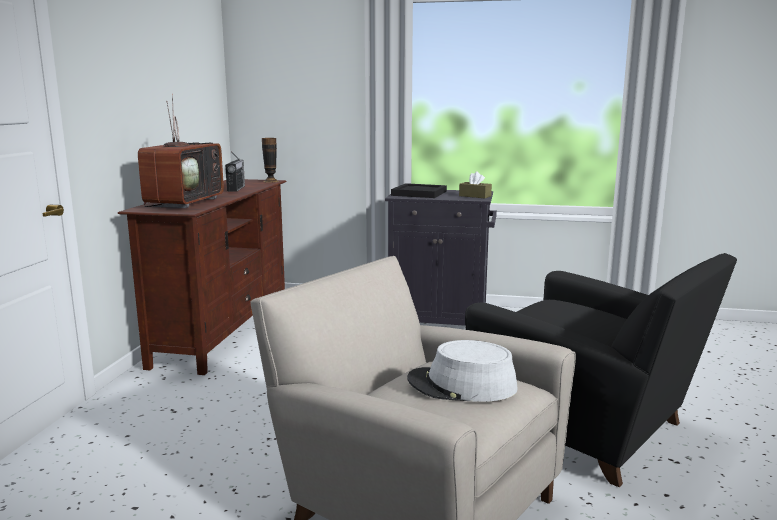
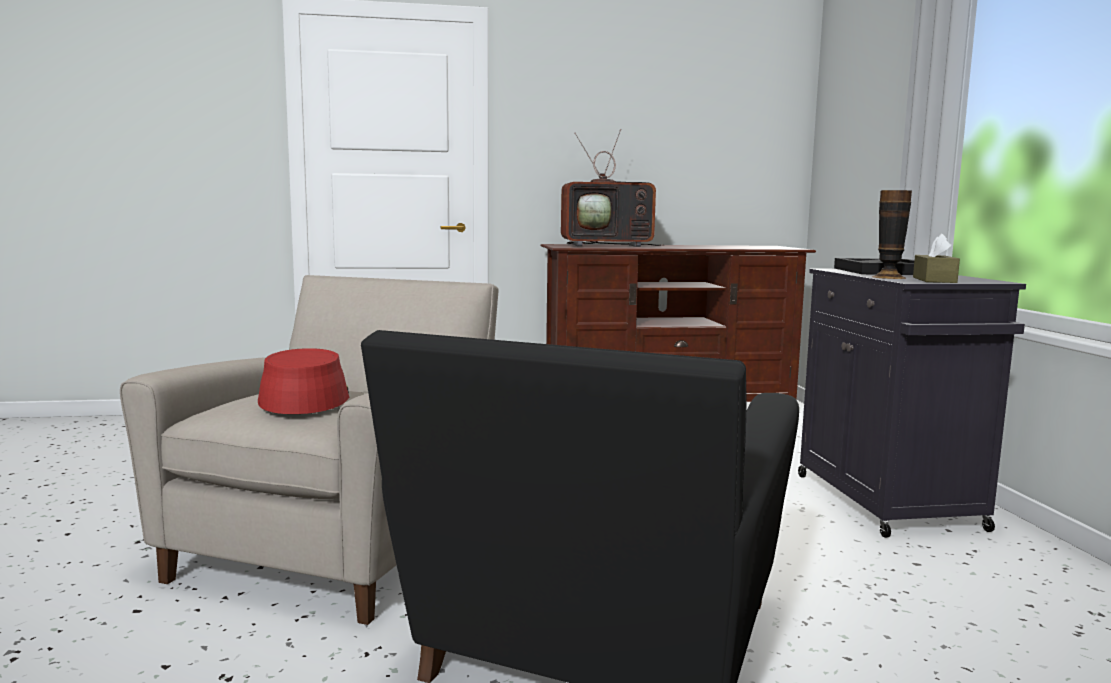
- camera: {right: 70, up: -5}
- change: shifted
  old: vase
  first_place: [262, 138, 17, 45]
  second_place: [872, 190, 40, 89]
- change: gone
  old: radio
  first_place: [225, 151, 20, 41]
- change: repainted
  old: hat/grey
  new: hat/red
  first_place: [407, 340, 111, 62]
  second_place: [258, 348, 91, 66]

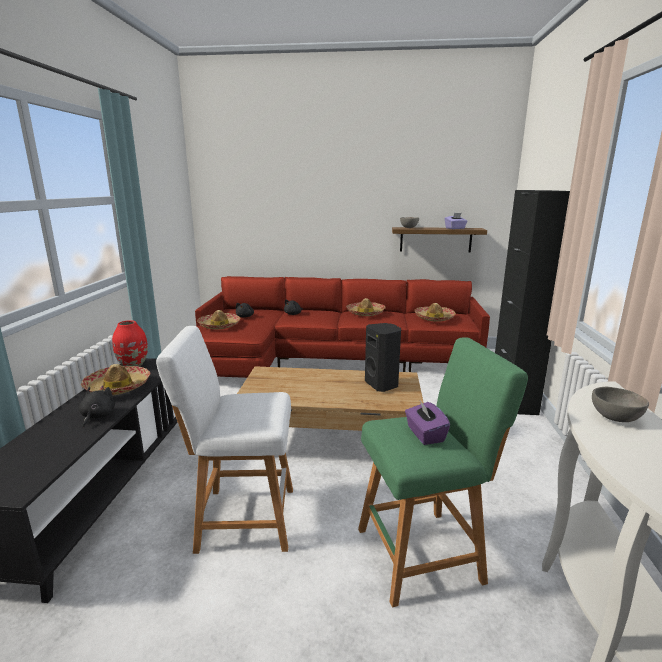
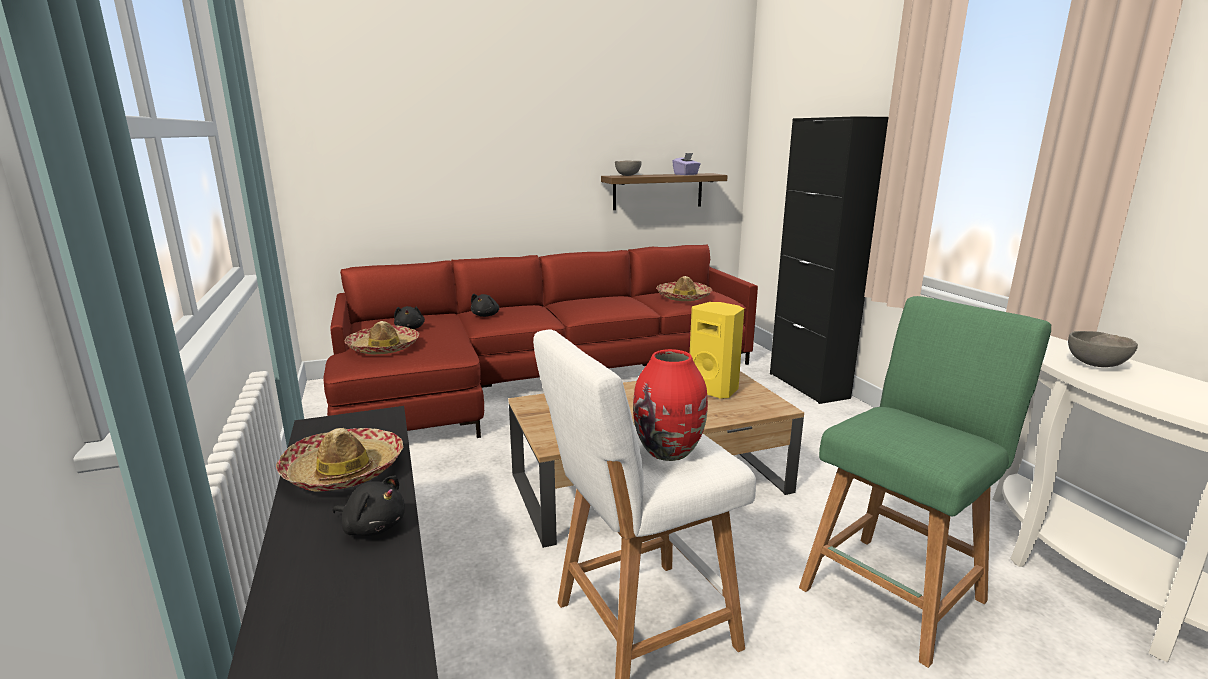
- camera: {right: -25, up: 0}
- change: gone
  old: hat
  first_place: [346, 298, 40, 18]
- change: shifted
  old: vase/red
  first_place: [112, 320, 36, 47]
  second_place: [633, 349, 75, 112]
- change: repainted
  old: speaker/black
  new: speaker/yellow
  first_place: [365, 323, 36, 69]
  second_place: [690, 302, 54, 97]
- change: rotated
  old: plush toy/black
  first_place: [78, 385, 37, 43]
  second_place: [332, 475, 73, 61]
  degrees: 135
- change: gone
  old: tissue box/purple
  first_place: [405, 401, 45, 44]

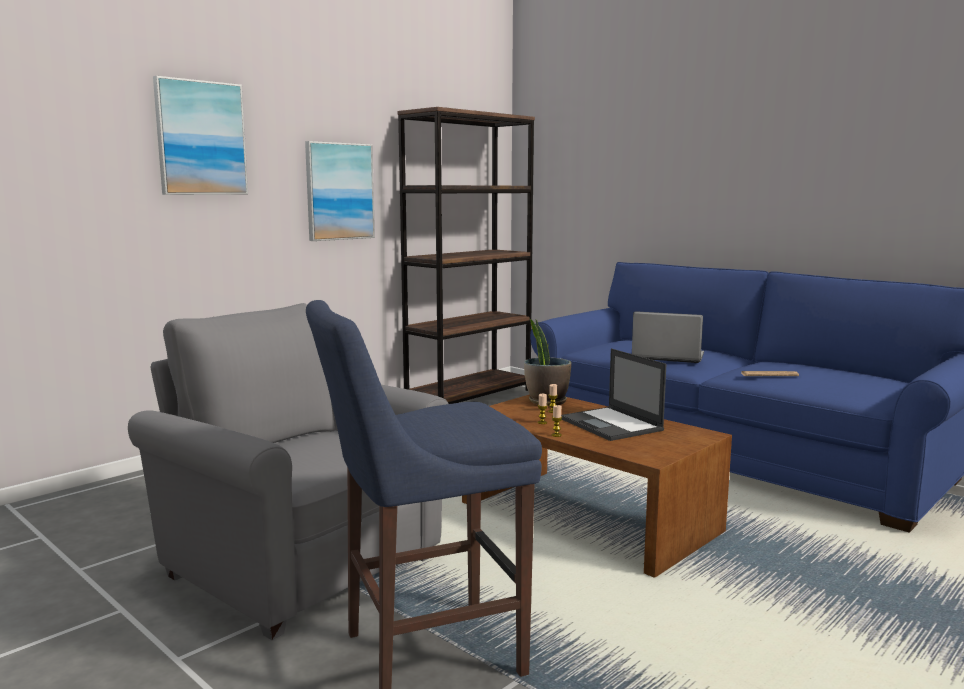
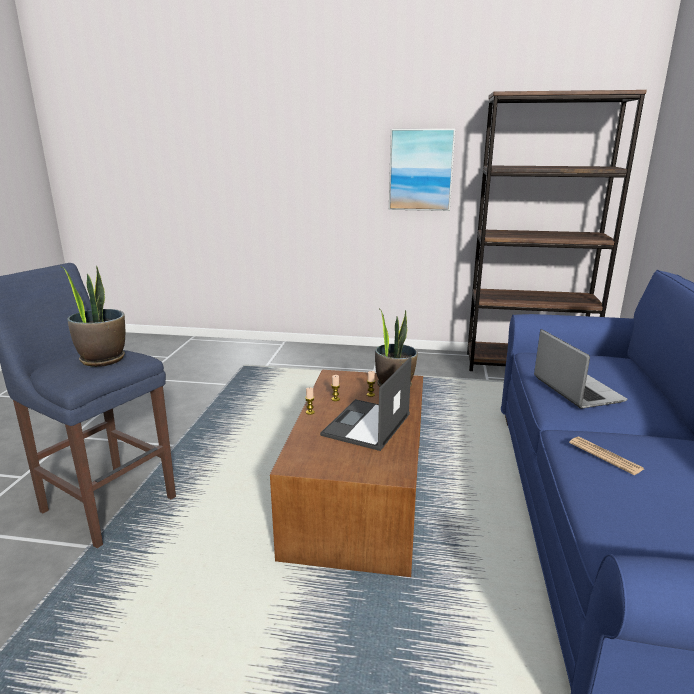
- camera: {right: 55, up: 10}
- change: gone
  old: picture
  first_place: [153, 76, 95, 119]
- change: gone
  old: armchair/grey
  first_place: [128, 303, 320, 337]
- change: new
  new: potted plant
  second_place: [61, 266, 64, 101]

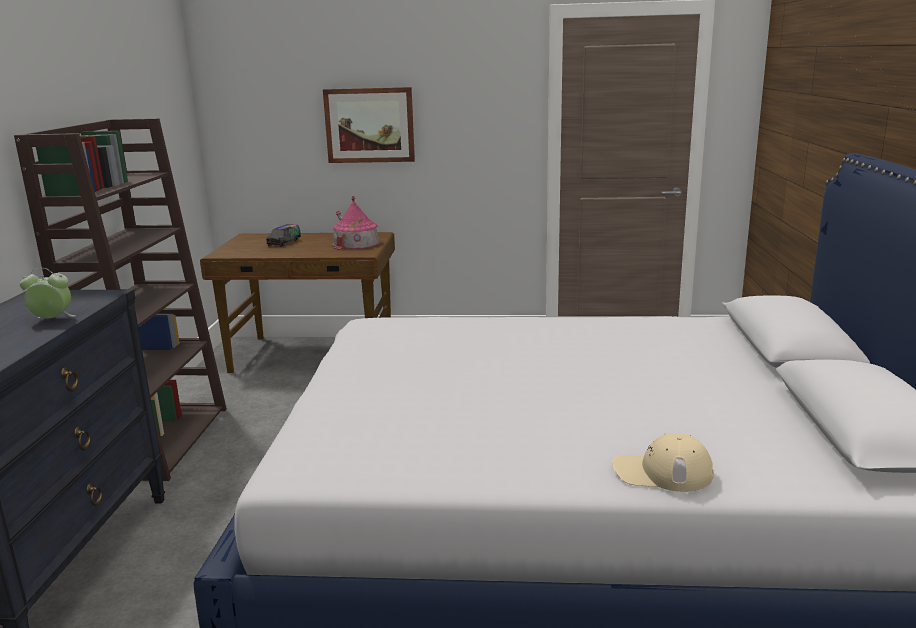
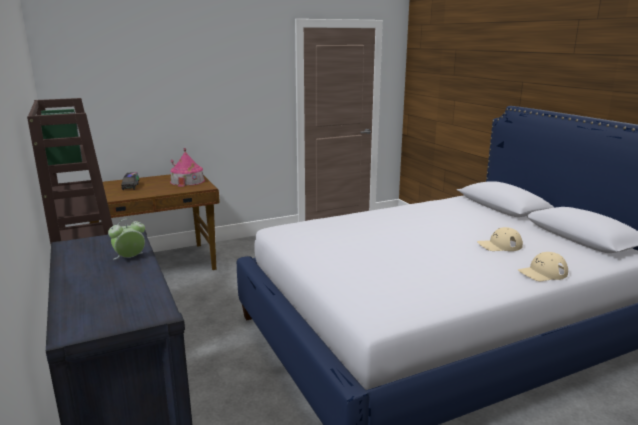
- camera: {right: -30, up: 0}
- change: gone
  old: picture
  first_place: [323, 87, 92, 76]
- change: new
  new: cap/beige
  second_place: [477, 227, 46, 24]

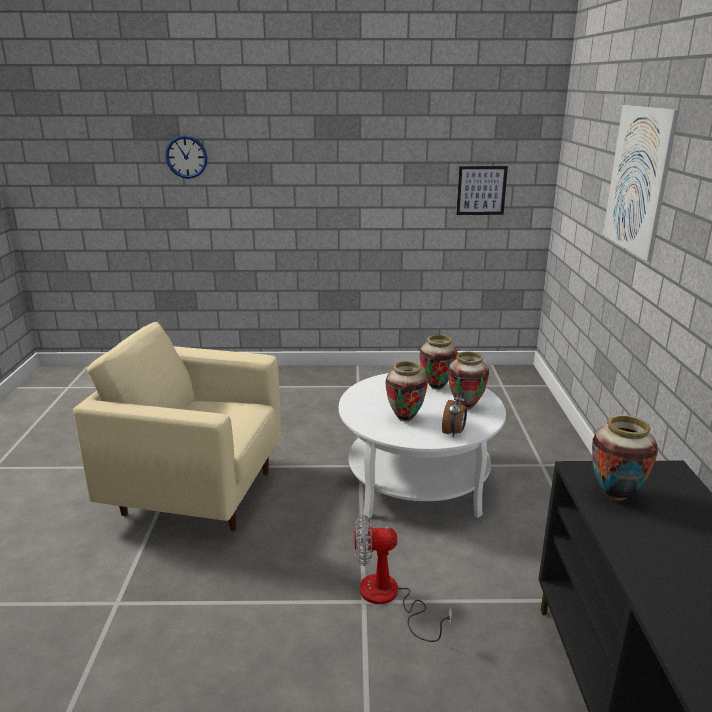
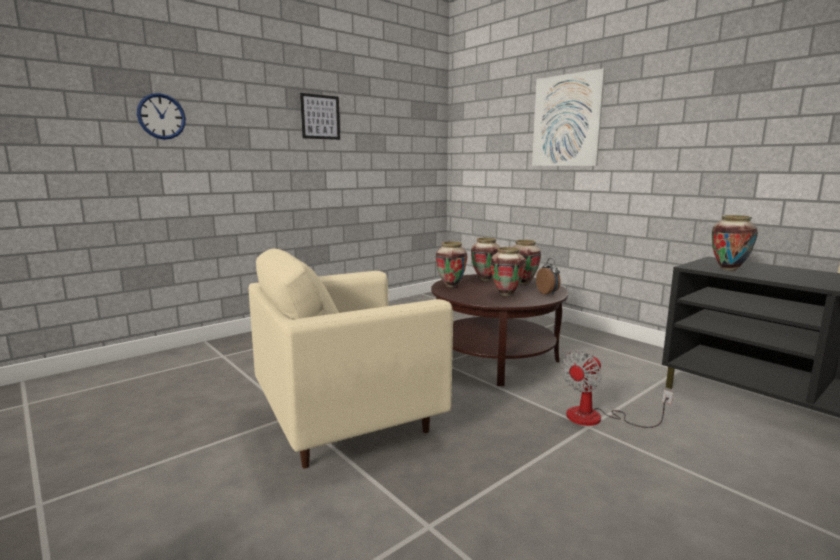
- camera: {right: -40, up: -10}
- change: shifted
  old: picture
  first_place: [456, 166, 52, 49]
  second_place: [300, 93, 40, 47]
- change: repainted
  old: coffee table/white
  new: coffee table/brown
  first_place: [339, 373, 167, 145]
  second_place: [431, 274, 137, 112]
- change: new
  new: vase
  second_place: [436, 242, 32, 45]

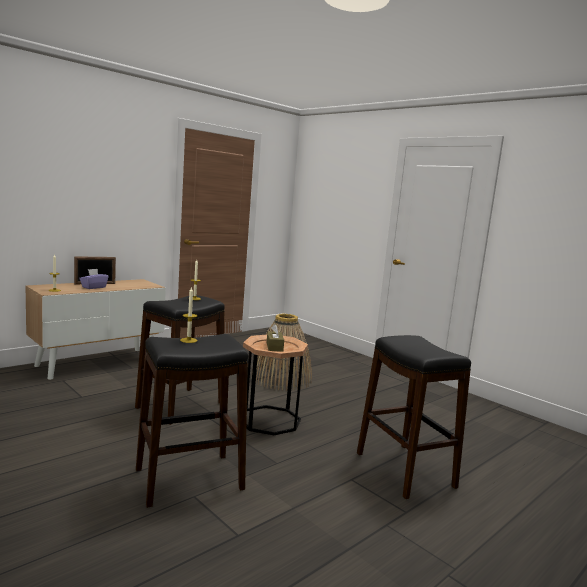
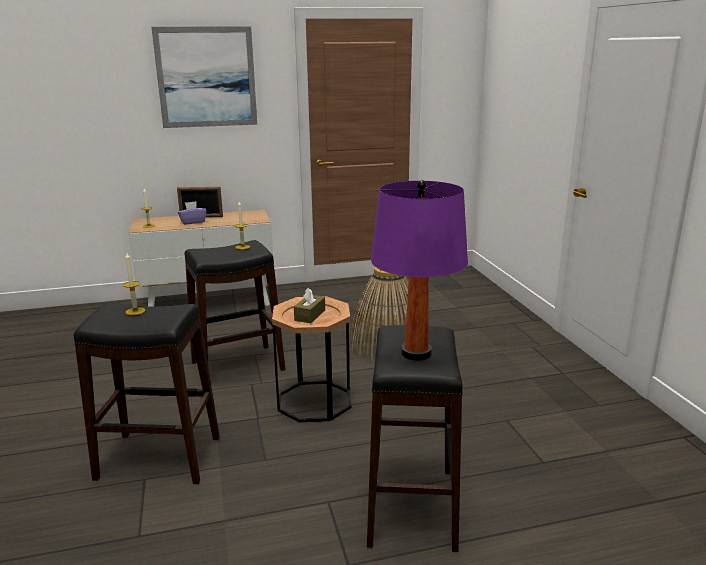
- camera: {right: 30, up: 10}
- change: new
  new: picture
  second_place: [151, 26, 106, 102]
- change: new
  new: table lamp/purple
  second_place: [371, 180, 97, 181]

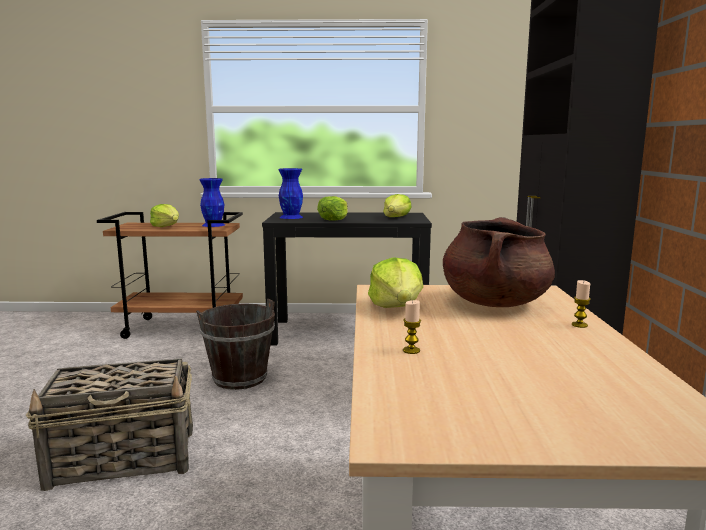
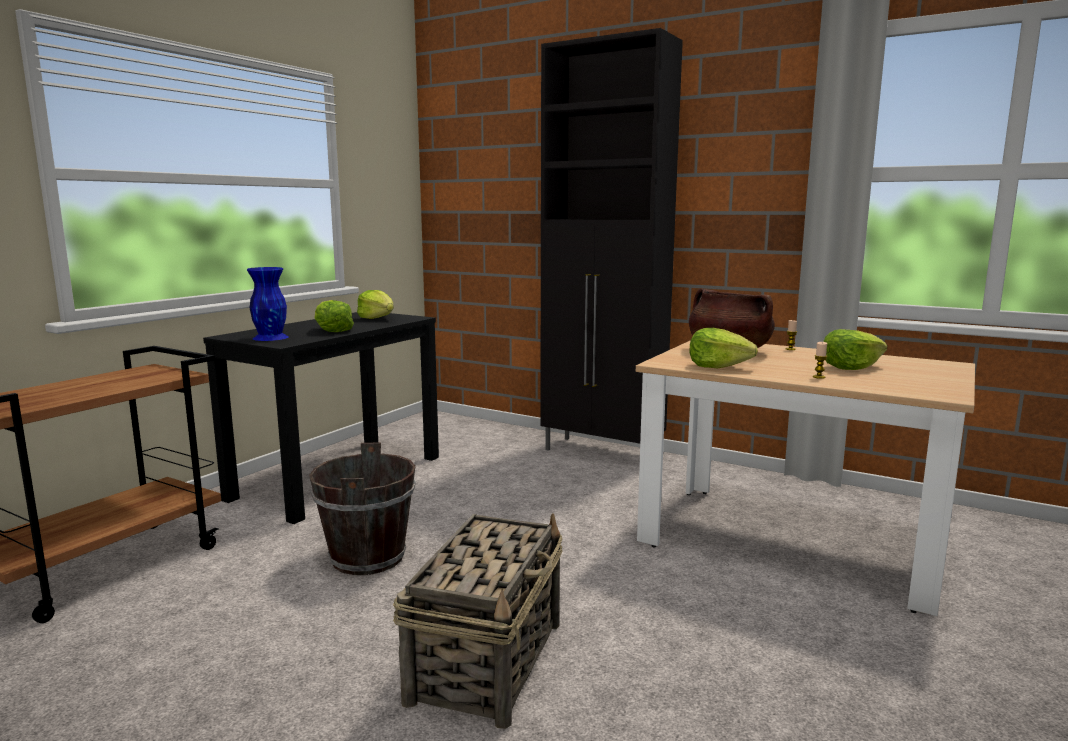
- camera: {right: -60, up: 0}
- change: gone
  old: vase/blue
  first_place: [199, 178, 26, 49]
- change: shifted
  old: lettuce
  first_place: [150, 204, 29, 23]
  second_place: [823, 329, 64, 41]

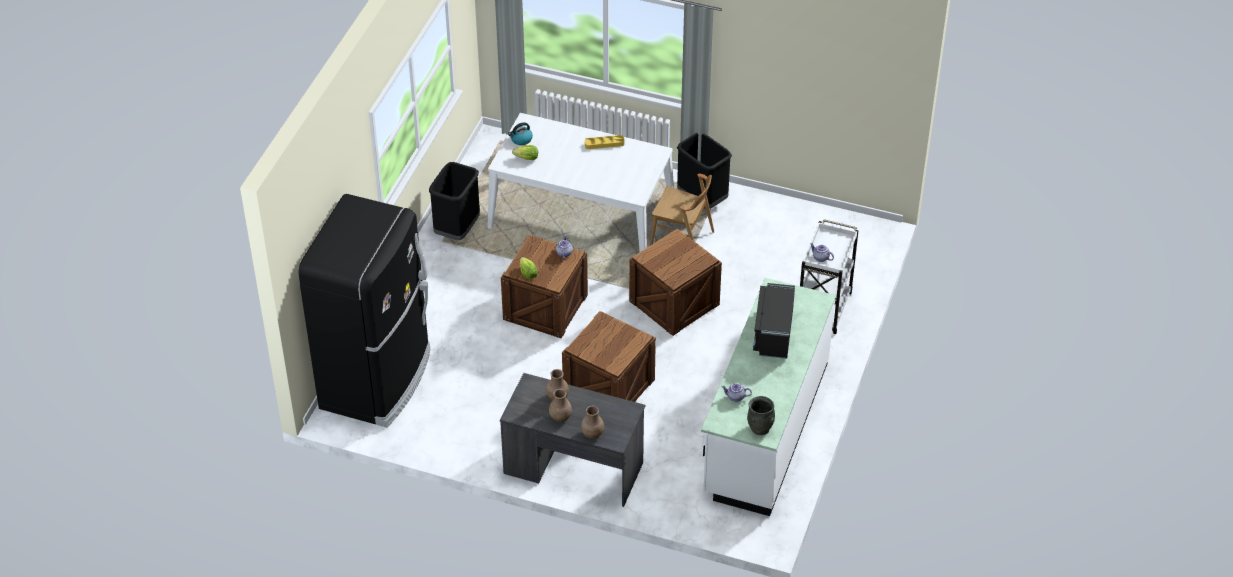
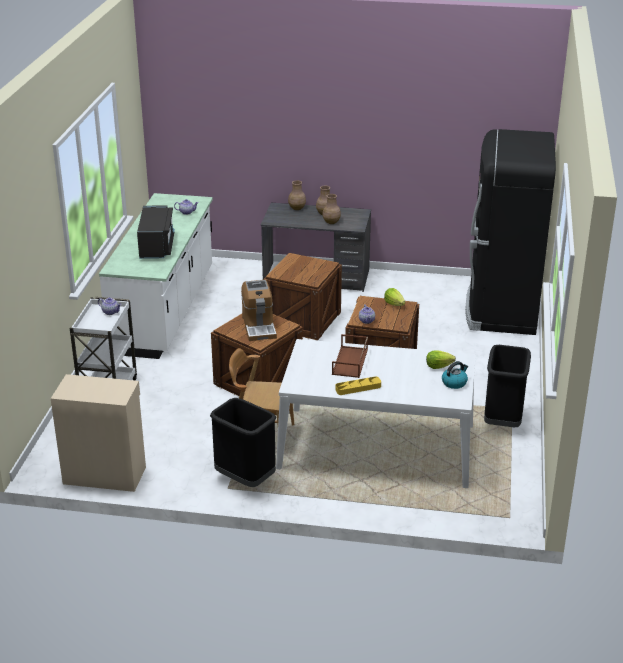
- camera: {right: 170, up: -15}
- change: gone
  old: vase/grey
  first_place: [747, 396, 28, 39]
- change: new
  new: coffee machine
  second_place: [241, 280, 36, 61]
- change: new
  new: tray/brown
  second_place: [332, 334, 36, 44]
- change: new
  new: cabinet/beige
  second_place: [51, 374, 95, 118]

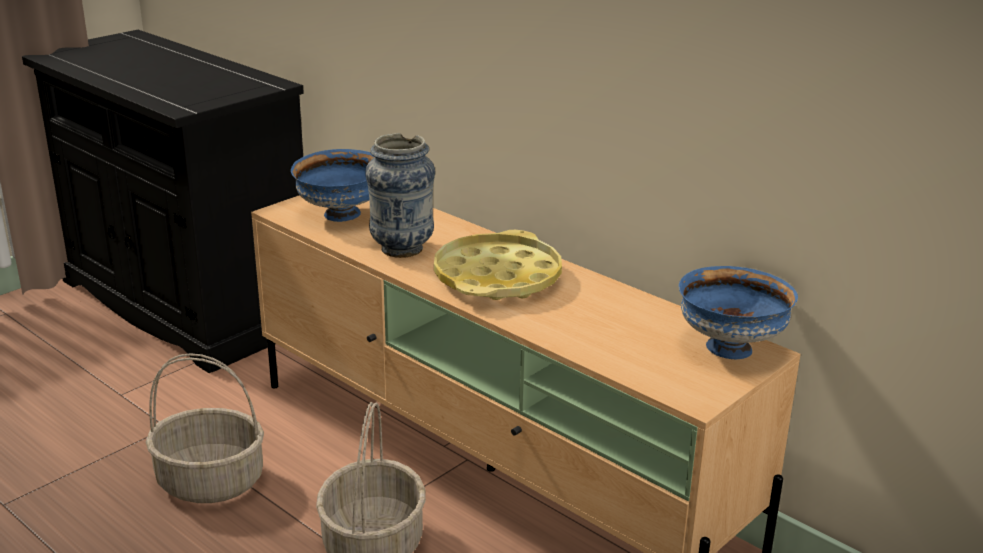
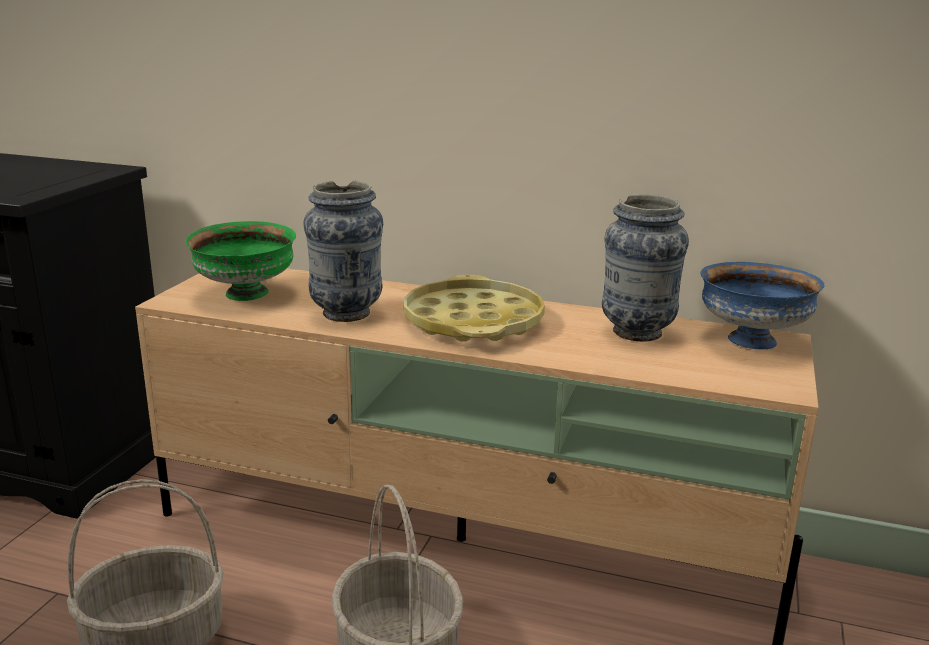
- camera: {right: -25, up: -5}
- change: repainted
  old: bowl/blue
  new: bowl/green
  first_place: [291, 149, 83, 73]
  second_place: [186, 221, 110, 80]
- change: new
  new: vase
  second_place: [602, 194, 87, 148]

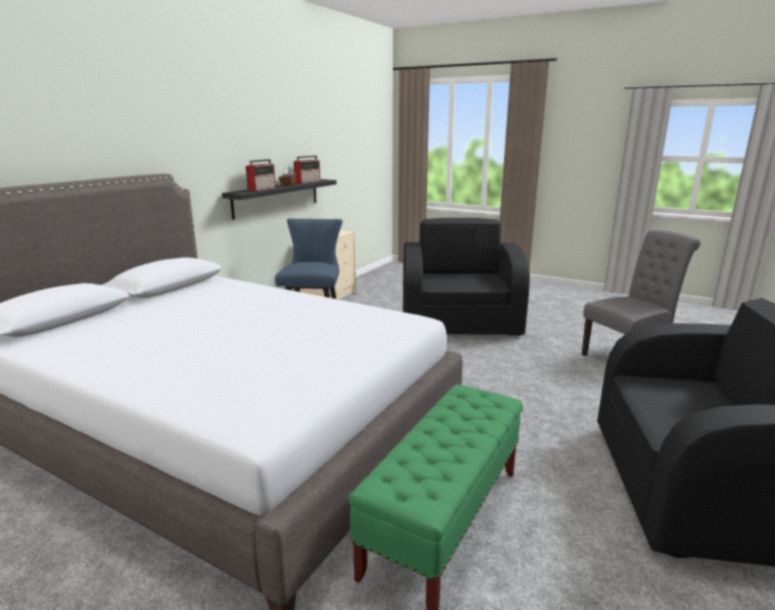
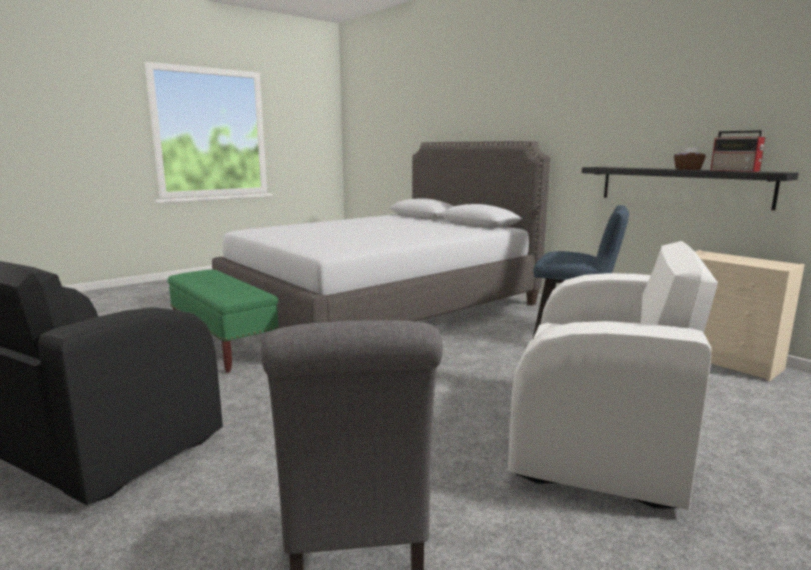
- camera: {right: 110, up: -5}
- change: gone
  old: radio
  first_place: [246, 159, 30, 32]
- change: repainted
  old: armchair/black
  new: armchair/white
  first_place: [403, 218, 127, 118]
  second_place: [508, 241, 210, 269]

